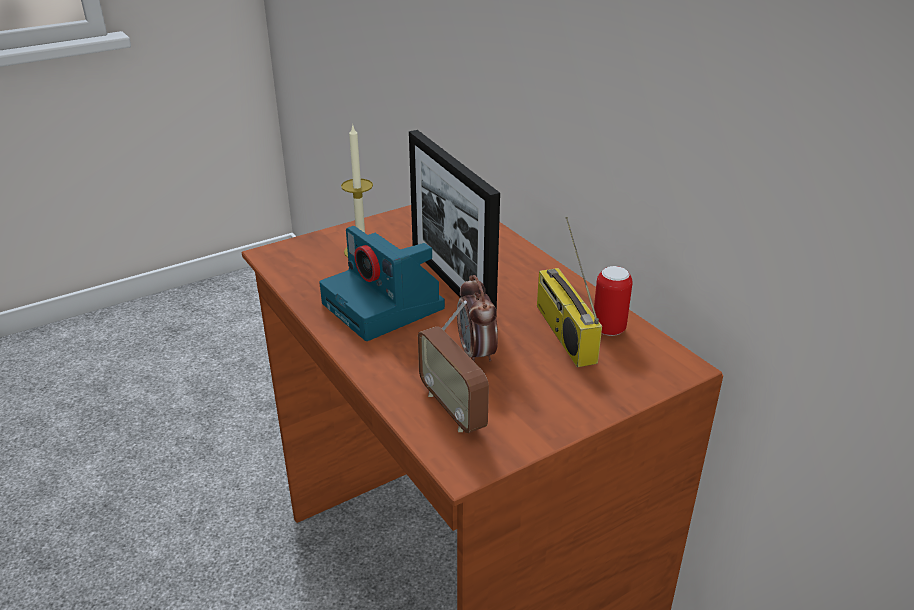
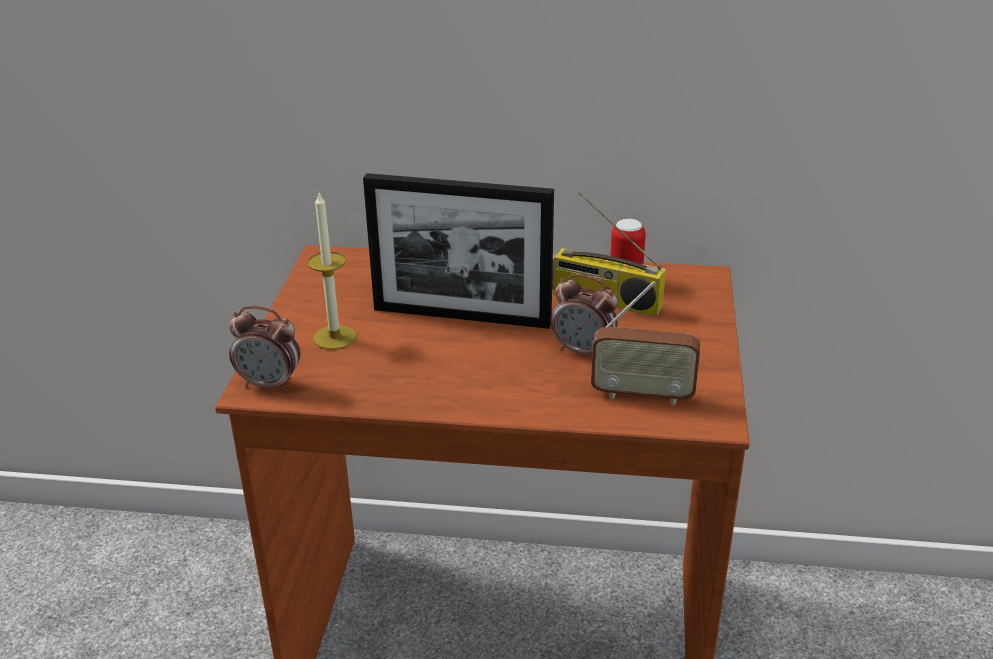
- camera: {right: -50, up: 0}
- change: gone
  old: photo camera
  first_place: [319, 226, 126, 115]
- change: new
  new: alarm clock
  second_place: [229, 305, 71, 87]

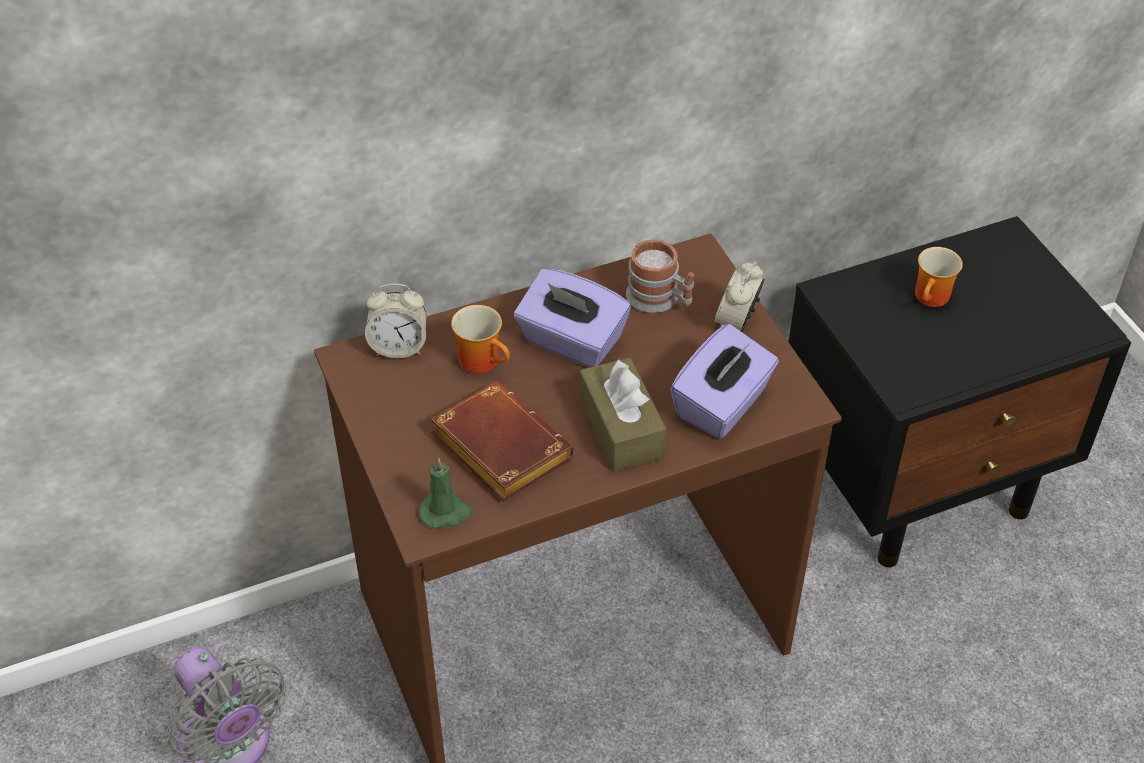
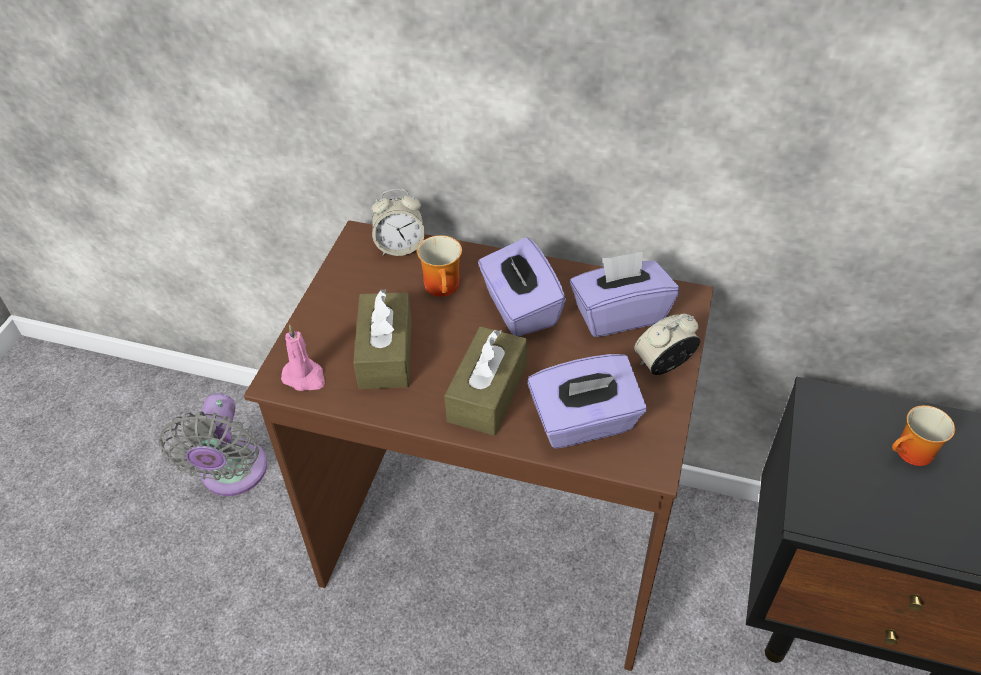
- camera: {right: 40, up: 0}
- change: swapped
  old: mug
  new: tissue box/purple
  first_place: [626, 240, 68, 73]
  second_place: [570, 252, 109, 85]
- change: rotated
  old: alarm clock
  first_place: [365, 284, 62, 74]
  second_place: [372, 189, 53, 67]
  degrees: -45
- change: swapped
  old: book/brown
  new: tissue box/brown
  first_place: [431, 381, 143, 120]
  second_place: [353, 289, 58, 100]
- change: repainted
  old: candle/green
  new: candle/pink
  first_place: [419, 458, 54, 71]
  second_place: [281, 325, 44, 66]

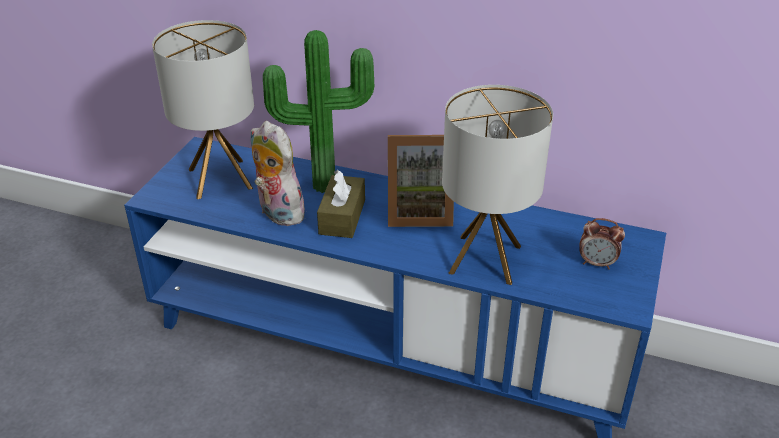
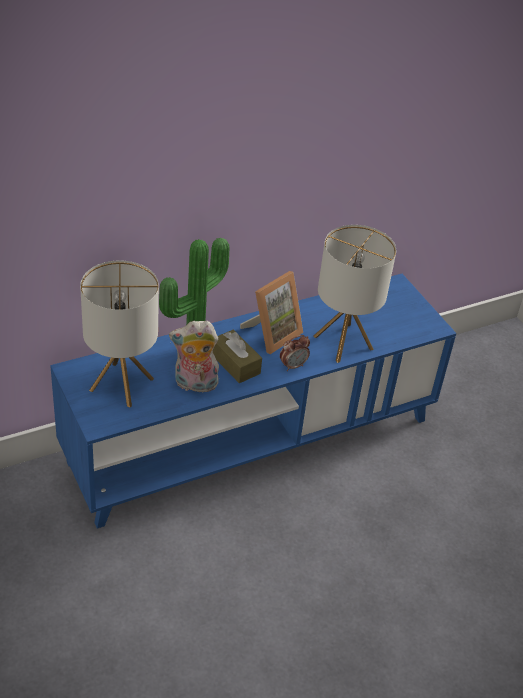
- camera: {right: -50, up: 5}
- change: shifted
  old: alarm clock
  first_place: [579, 218, 46, 51]
  second_place: [280, 335, 30, 36]

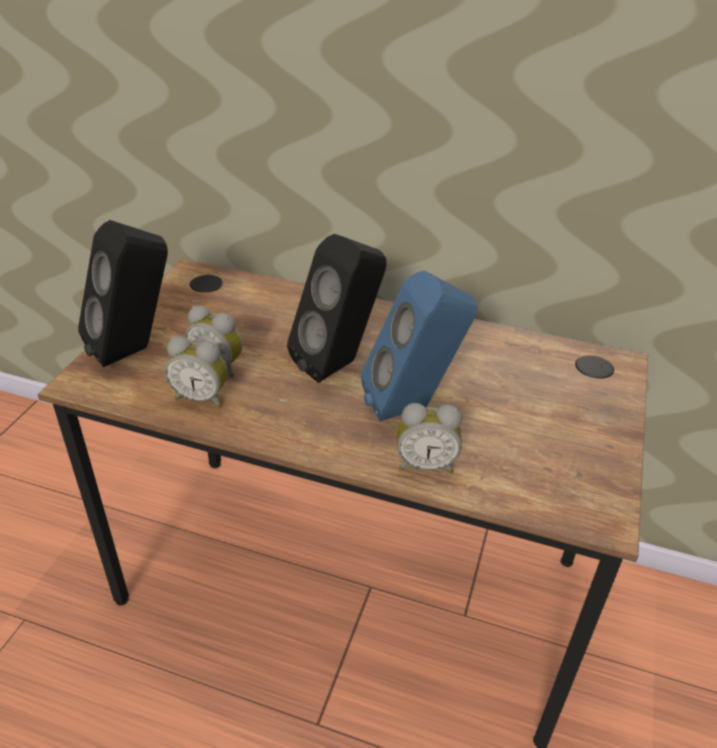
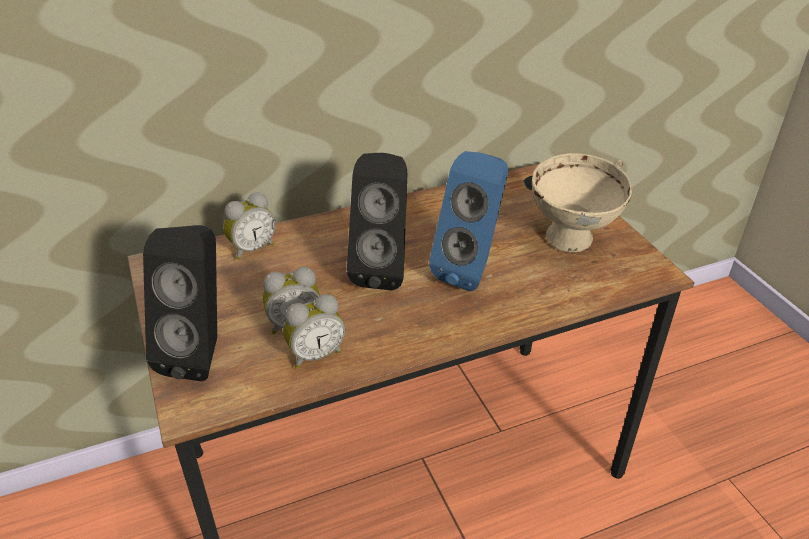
- camera: {right: -40, up: 0}
- change: shifted
  old: alarm clock
  first_place: [397, 403, 65, 70]
  second_place: [223, 192, 53, 68]
- change: new
  new: bowl/beige
  second_place: [532, 153, 100, 99]

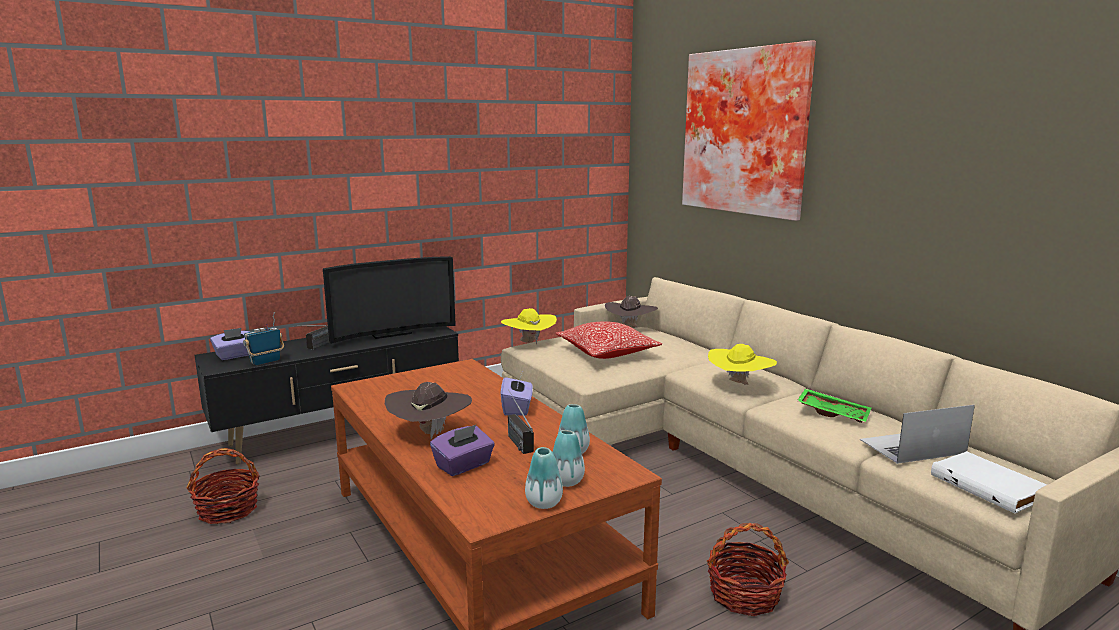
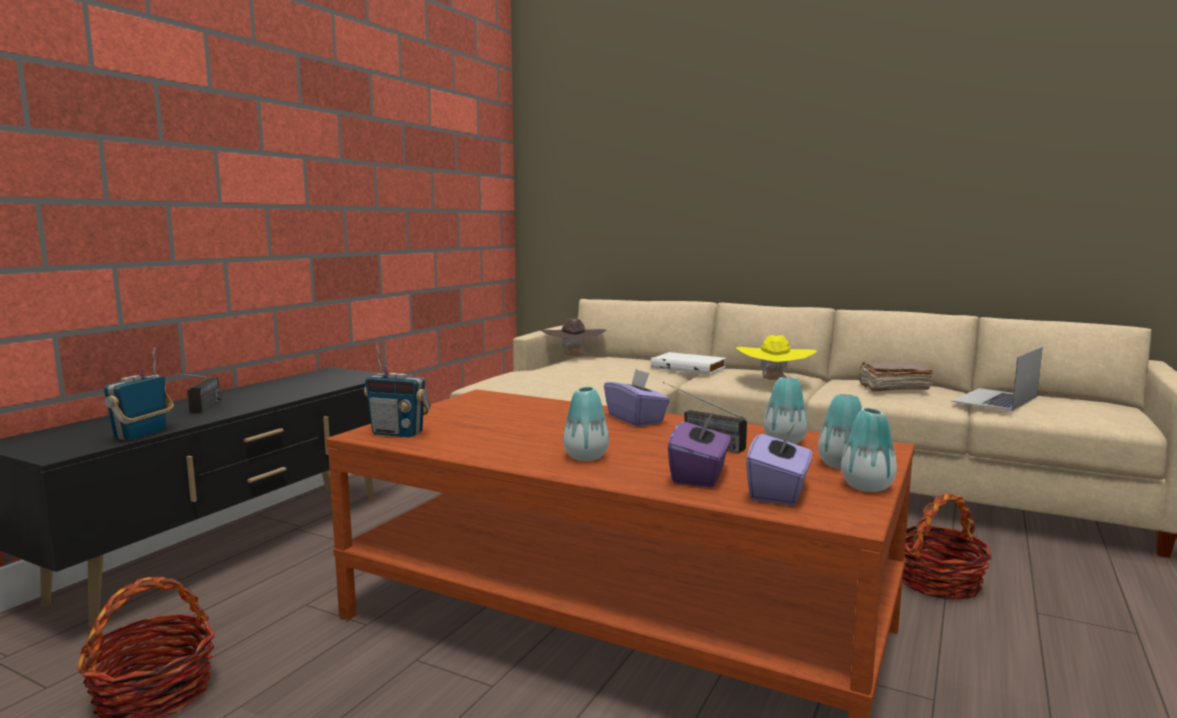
- camera: {right: -30, up: -5}
- change: gone
  old: picture
  first_place: [682, 40, 134, 181]
- change: gone
  old: television
  first_place: [323, 256, 133, 88]
- change: gone
  old: hat/yellow
  first_place: [501, 308, 56, 36]
- change: gone
  old: pillow
  first_place: [555, 322, 107, 37]
- change: shifted
  old: tissue box/purple
  first_place: [210, 328, 40, 32]
  second_place: [746, 424, 66, 81]
- change: swapped
  old: hat/brown
  new: vase
  first_place: [385, 382, 87, 58]
  second_place: [563, 386, 46, 75]
- change: swapped
  old: tray/green
  new: book/brown
  first_place: [797, 388, 74, 35]
  second_place: [858, 362, 75, 30]
- change: shifted
  old: book/white
  first_place: [931, 451, 116, 62]
  second_place: [651, 352, 75, 23]
- change: new
  new: radio
  second_place: [364, 345, 67, 93]

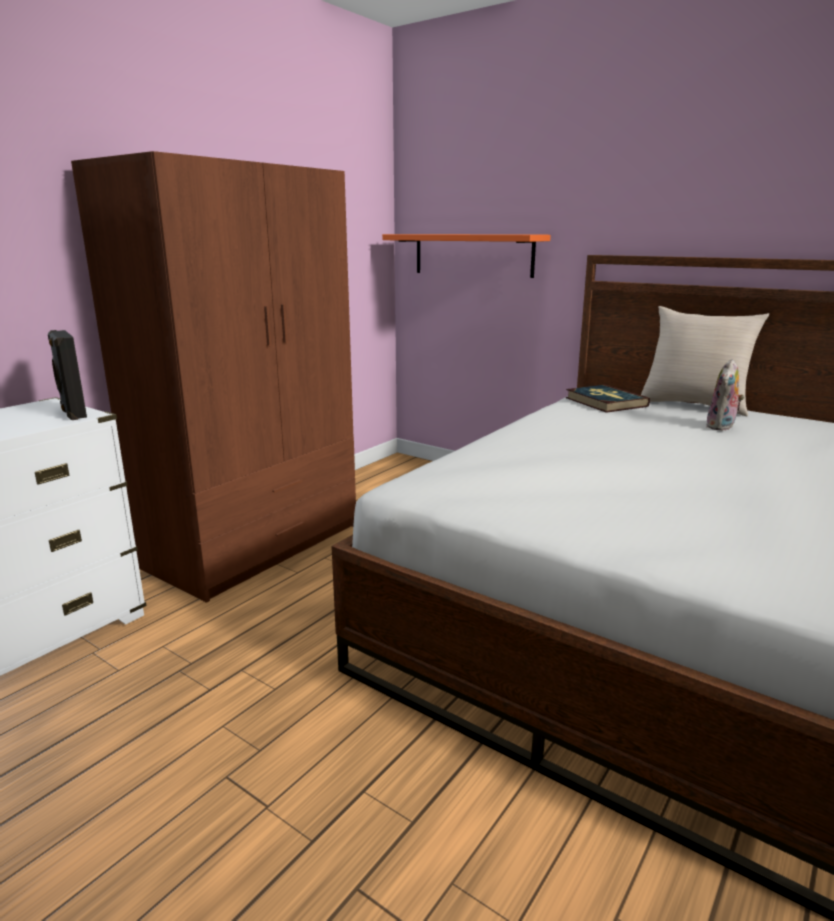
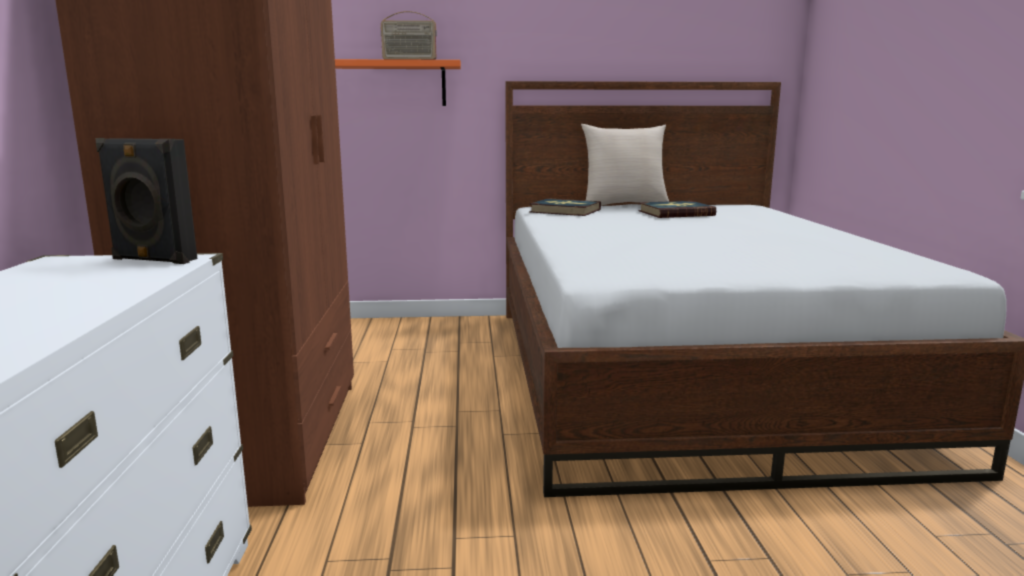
- camera: {right: -40, up: -5}
- change: swapped
  old: plush toy
  new: book
  first_place: [706, 359, 38, 72]
  second_place: [639, 201, 77, 17]
- change: new
  new: radio
  second_place: [381, 11, 56, 49]

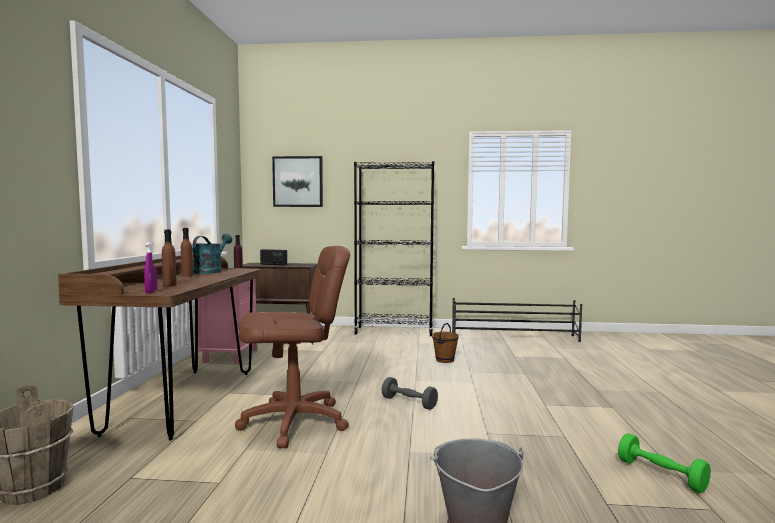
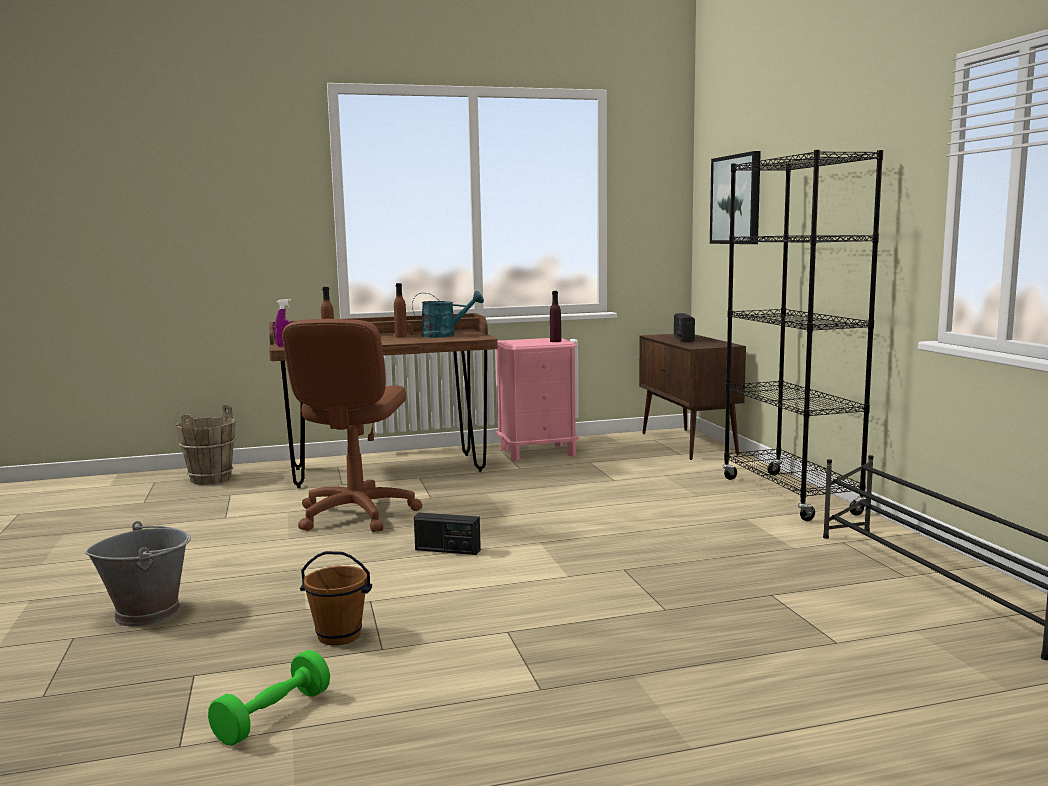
- camera: {right: 70, up: 5}
- change: rotated
  old: office chair/brown
  first_place: [235, 246, 115, 202]
  second_place: [282, 319, 140, 213]
  degrees: 45
- change: shifted
  old: bucket/brown
  first_place: [432, 323, 27, 40]
  second_place: [300, 551, 72, 94]
- change: swapped
  old: dumbbell/grey
  new: radio
  first_place: [382, 377, 56, 33]
  second_place: [414, 513, 67, 42]

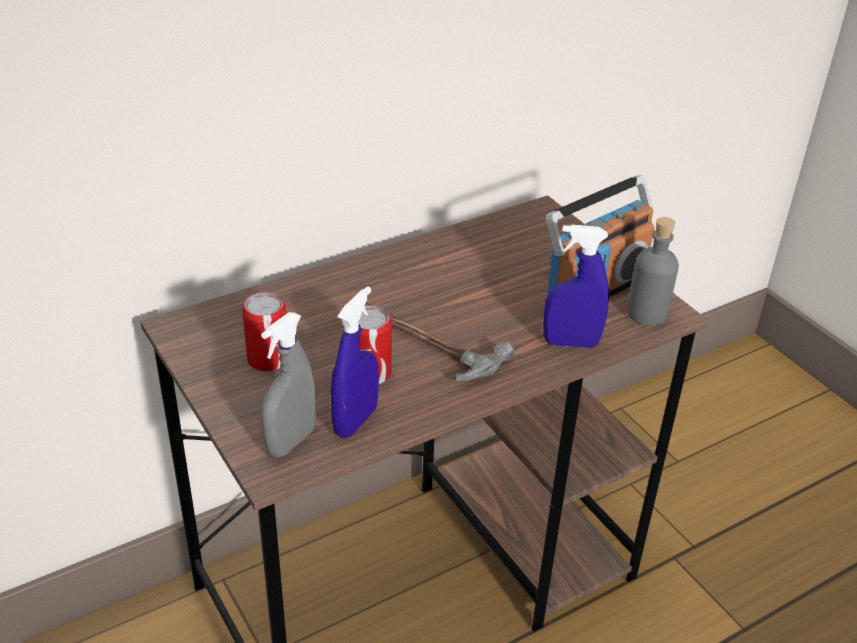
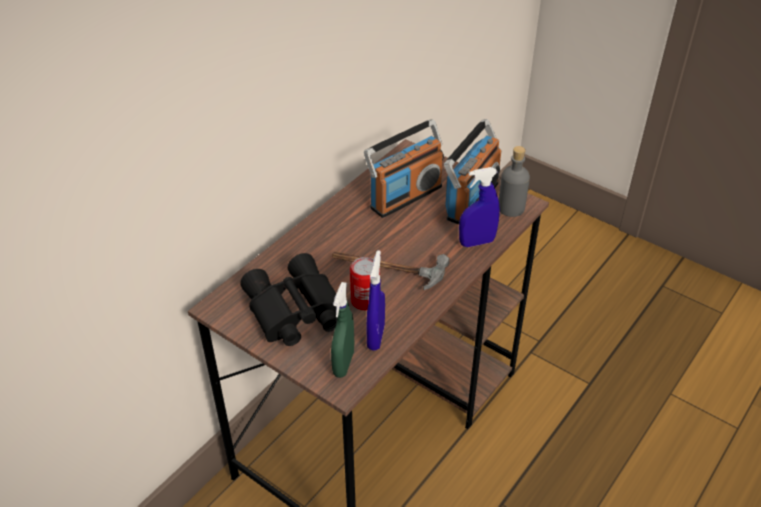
- camera: {right: -20, up: 5}
- change: swapped
  old: can
  new: binoculars/black
  first_place: [242, 292, 45, 80]
  second_place: [240, 253, 97, 93]
- change: repainted
  old: spray bottle/grey
  new: spray bottle/green
  first_place: [261, 312, 55, 146]
  second_place: [331, 282, 23, 96]
- change: new
  new: radio
  second_place: [364, 119, 80, 99]

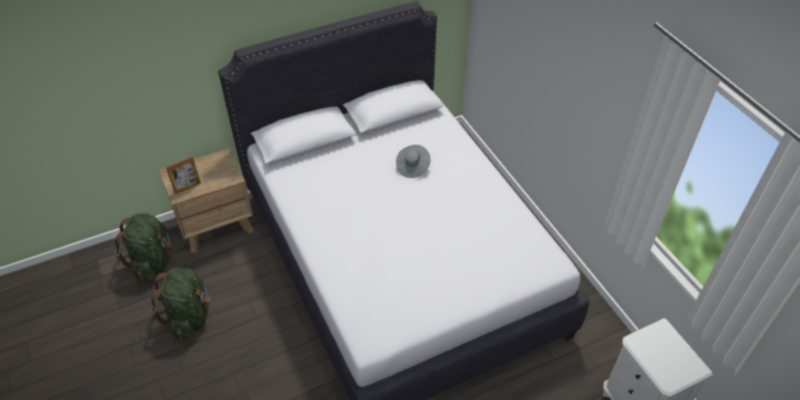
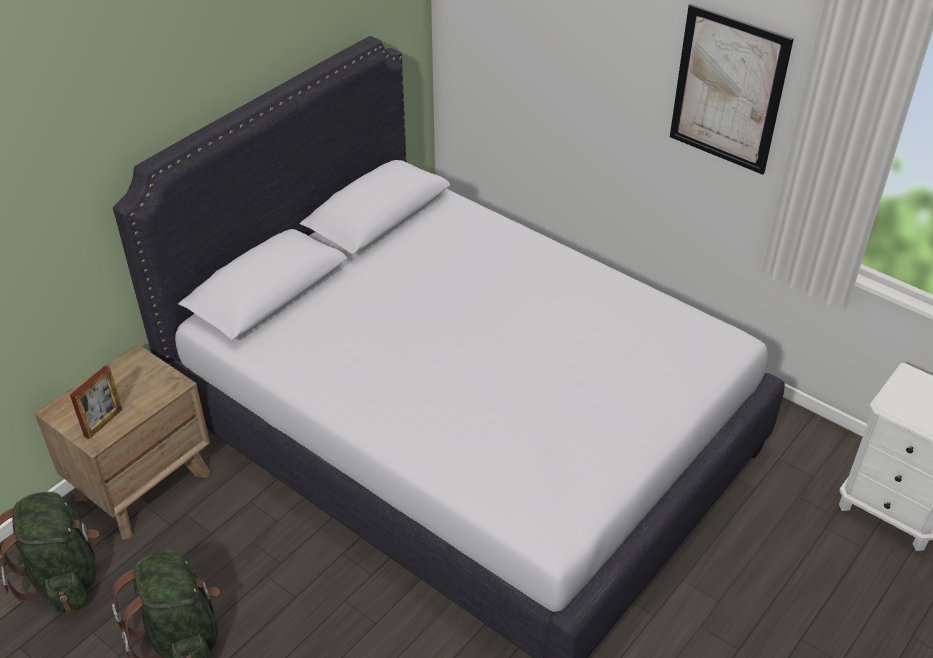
- camera: {right: -25, up: -5}
- change: gone
  old: hat/grey
  first_place: [396, 145, 35, 33]
- change: new
  new: picture
  second_place: [670, 4, 124, 171]

